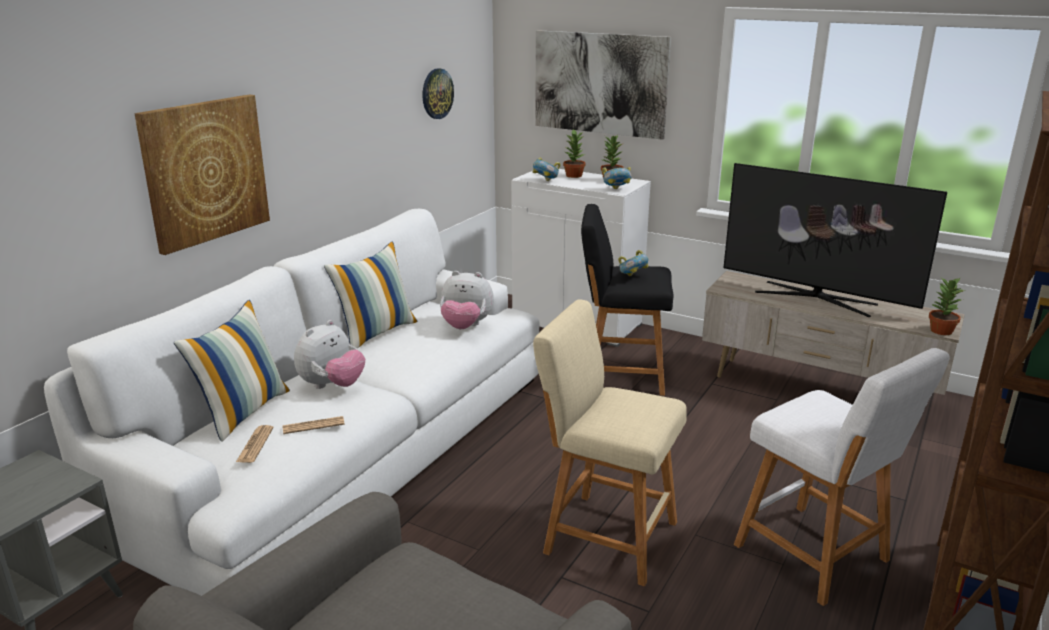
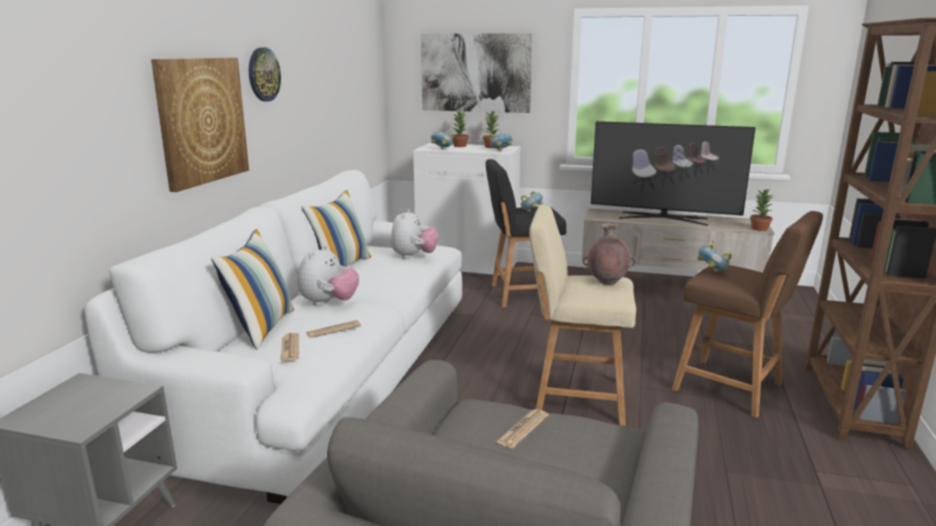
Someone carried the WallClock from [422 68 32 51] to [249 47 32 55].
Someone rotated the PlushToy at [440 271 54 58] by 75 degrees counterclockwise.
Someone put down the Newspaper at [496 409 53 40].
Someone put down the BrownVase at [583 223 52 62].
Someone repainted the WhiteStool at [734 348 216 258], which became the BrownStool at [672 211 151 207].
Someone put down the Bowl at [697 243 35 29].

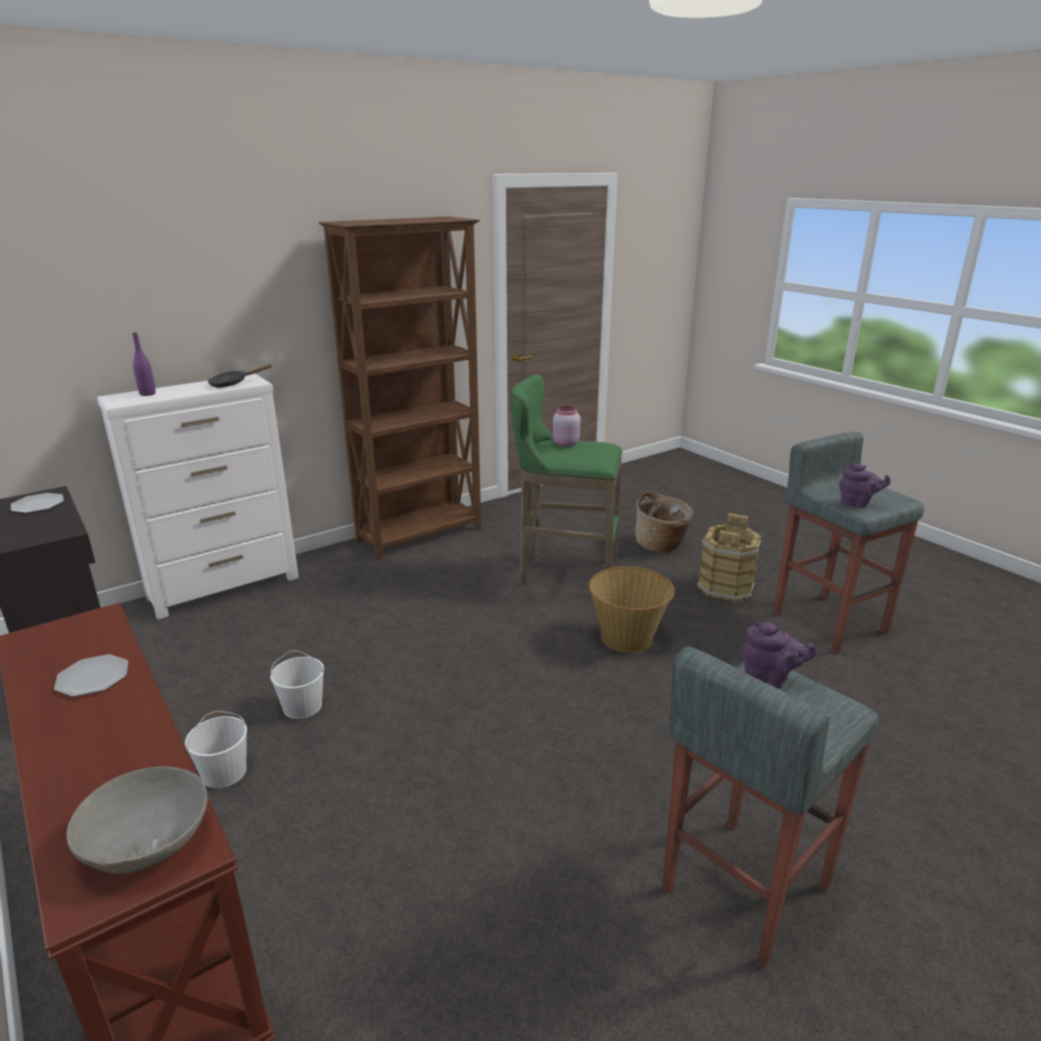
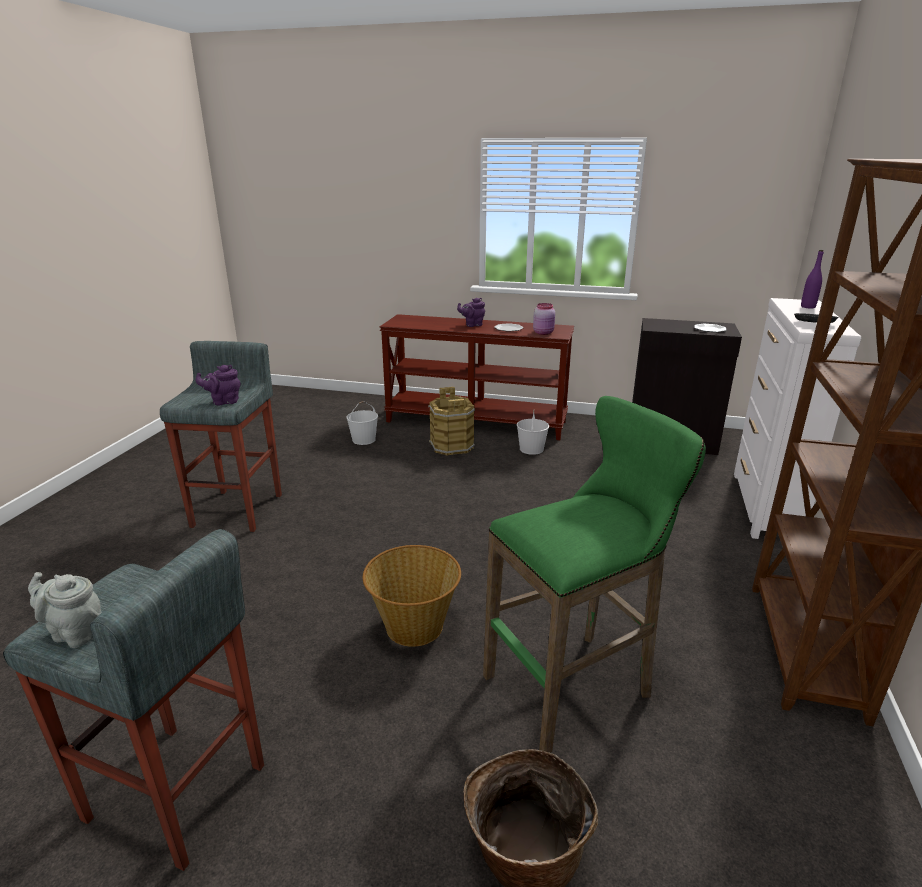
Someone put down the GreyTeapot at [28 572 74 76].
Someone carried the WhiteBucket from [270 650 54 69] to [346 401 32 44].
Someone carried the BrownBucket from [697 513 64 89] to [428 387 47 69].
Someone carried the PurpleTeapot from [839 463 52 45] to [457 298 28 29].
Someone carried the PinkJar from [553 406 28 41] to [533 303 22 32].
Someone took away the GreyBowl at [66 766 142 108].

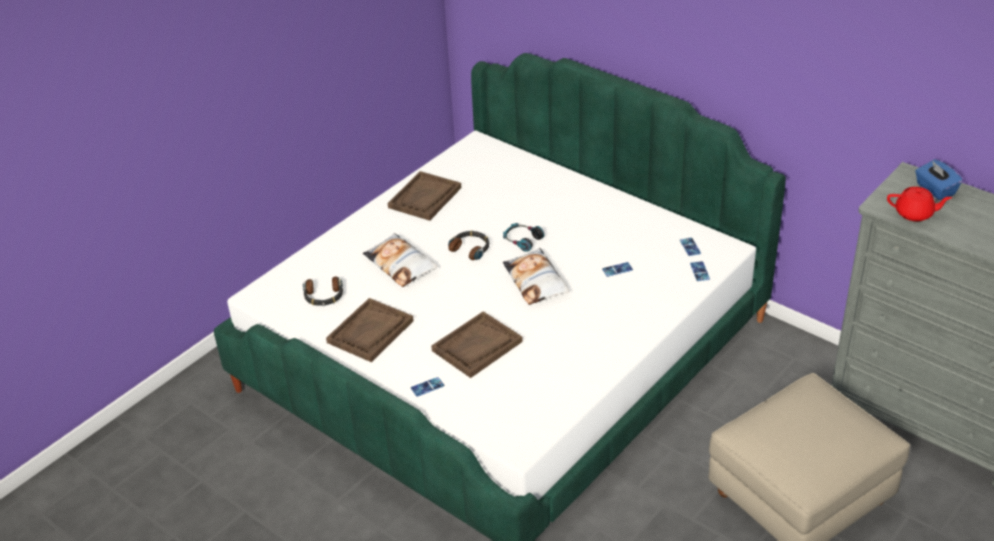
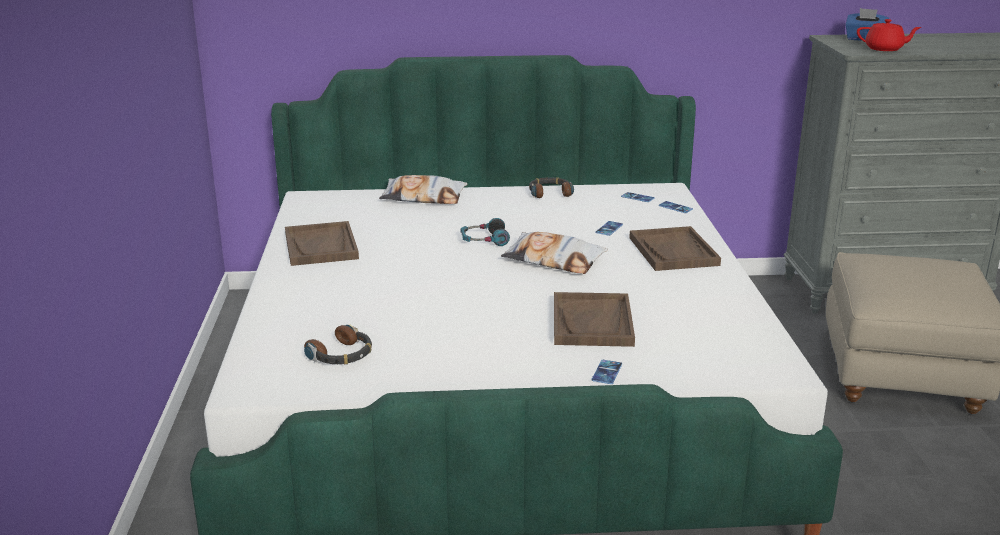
Someone carried the Pillow from [363 233 74 54] to [379 175 88 29].
Someone carried the Headphones from [448 231 42 29] to [529 177 45 21].
Someone carried the BrownTray from [326 298 88 64] to [629 226 92 45].
Someone rotated the RedTeapot at [887 187 65 34] by 45 degrees clockwise.

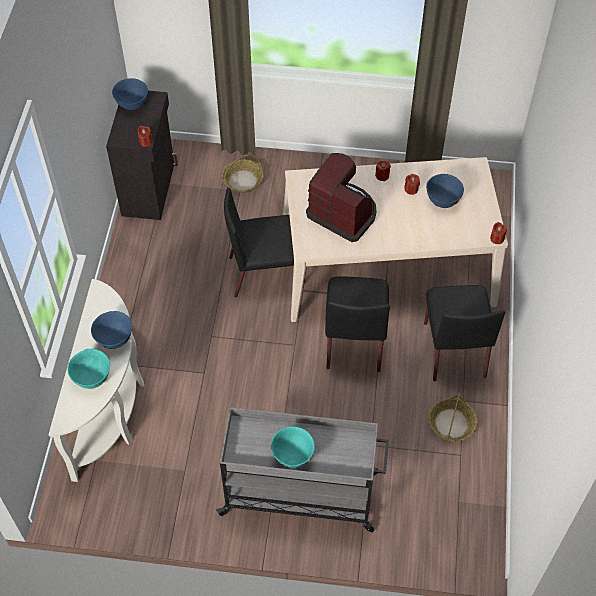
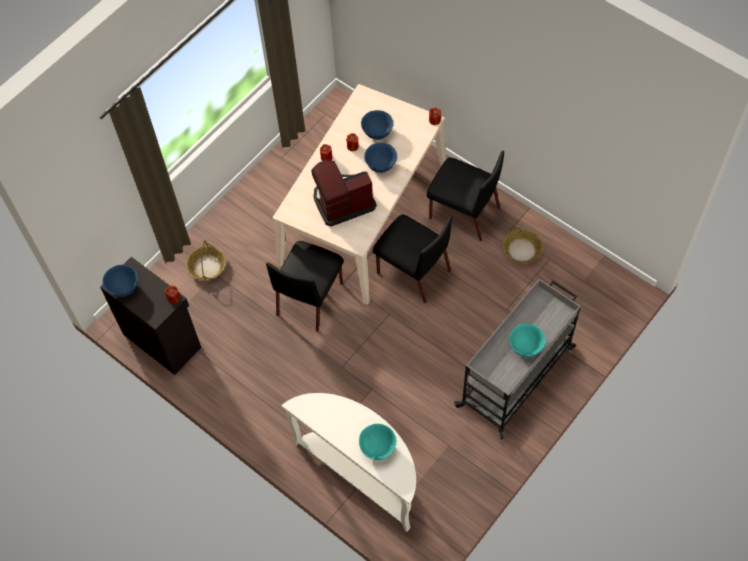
Someone carried the BlueBowl from [91 311 42 38] to [364 142 33 31].

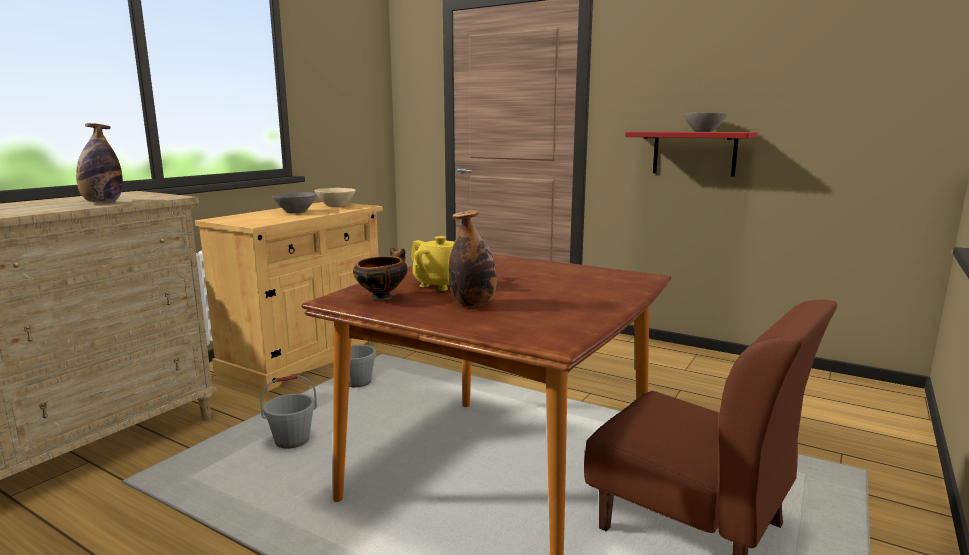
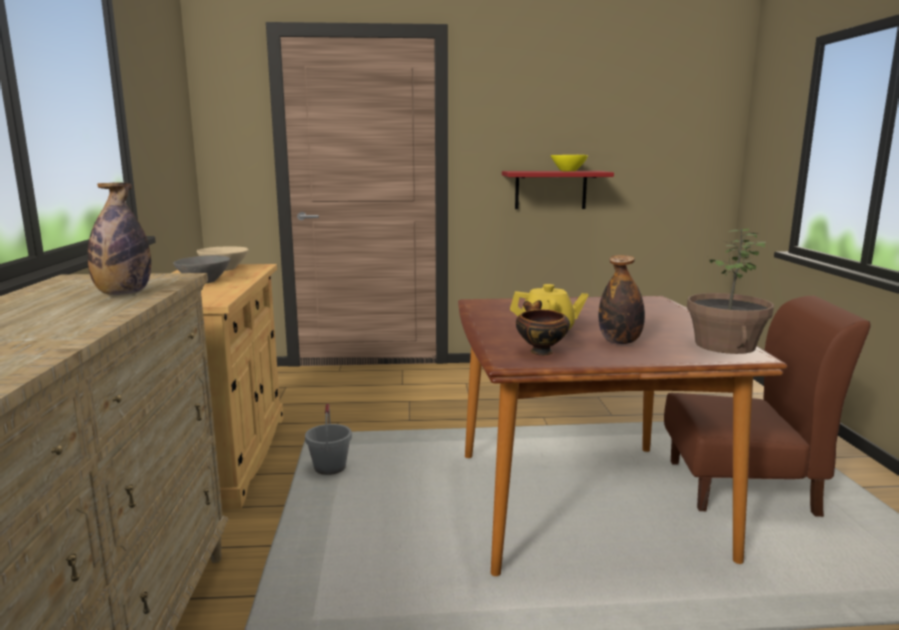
Someone repainted the GreyBowl at [683 112 45 20], which became the YellowBowl at [551 155 37 16].
Someone put down the PottedPlant at [687 227 87 127].
Someone took away the GreyBucket at [260 375 57 74].

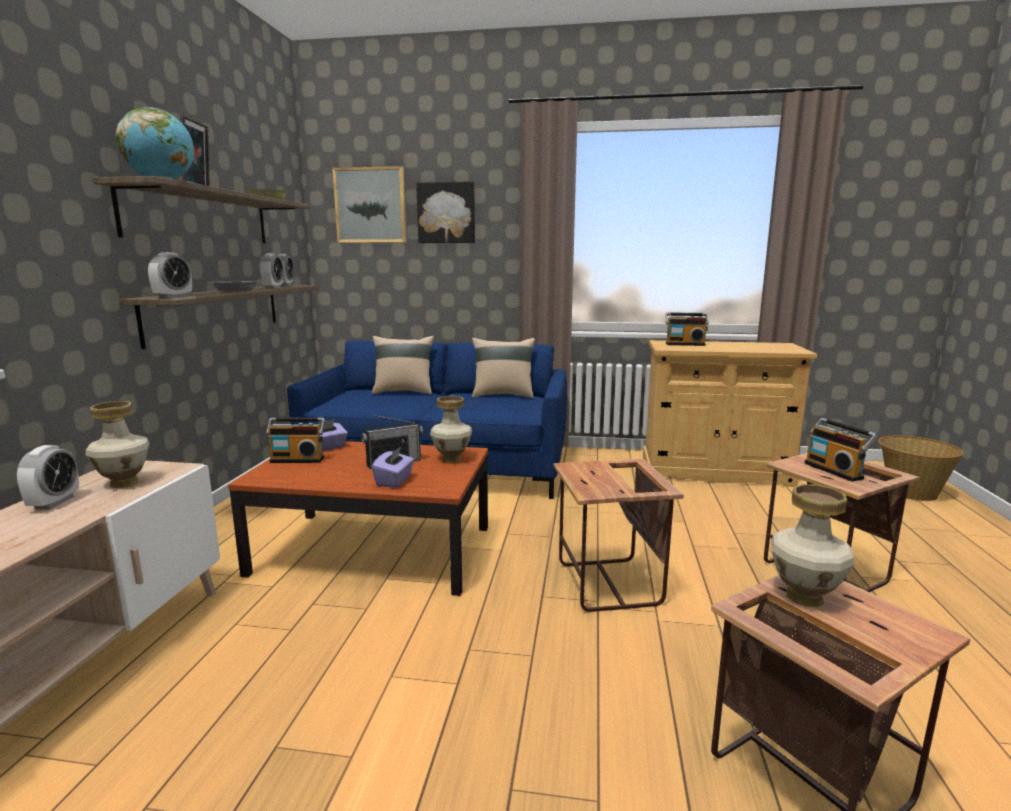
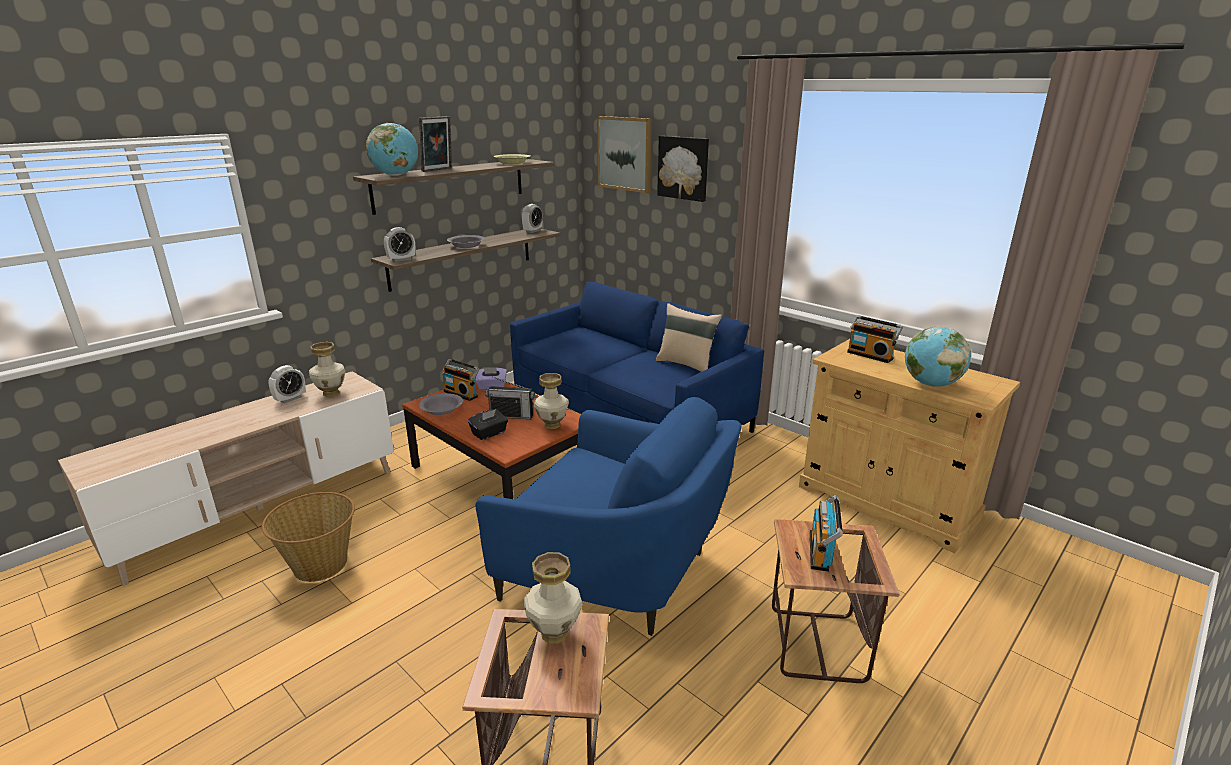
Someone carried the Basket from [878 435 86 66] to [262 492 93 90].
Someone put down the GreyBowl at [419 393 44 22].
Someone repainted the PurpleTissueBox at [372 446 42 42], which became the BlackTissueBox at [468 409 40 31].
Someone swapped the SideTable at [554 459 130 153] for the BlueArmchair at [476 397 265 239].
Someone put down the Globe at [905 327 66 60].
Someone took away the AlarmClock at [259 253 24 36].
Someone took away the BeigePillow at [372 336 62 58].

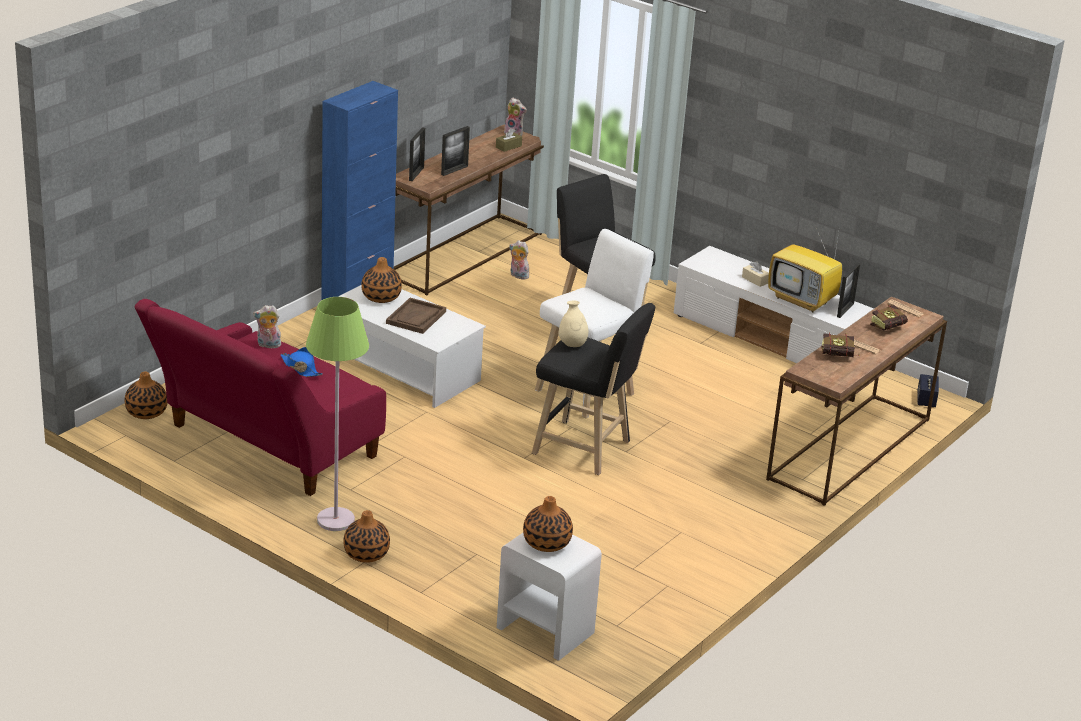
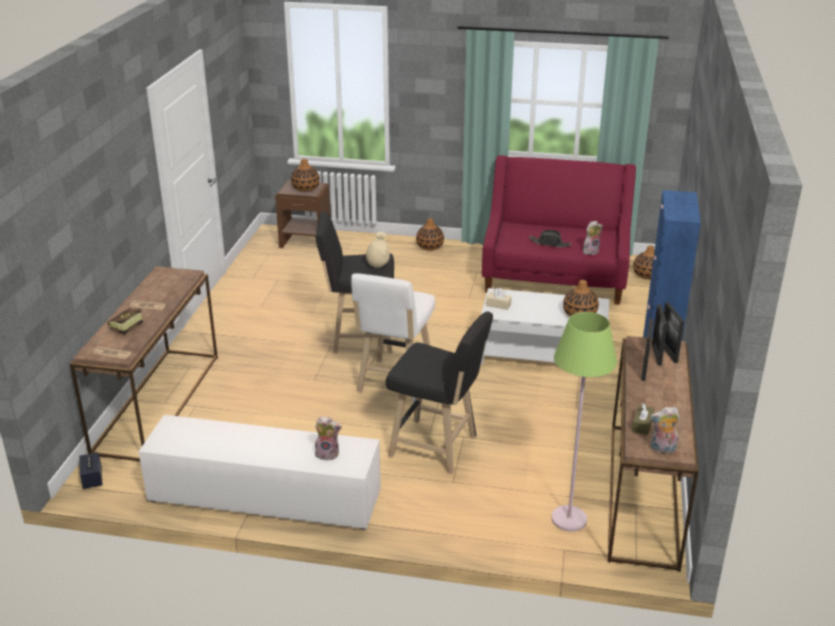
Someone repainted the WhiteNightstand at [497 533 105 128], which became the BrownNightstand at [275 180 56 68].
Someone carried the PlushToy from [509 240 23 39] to [315 416 27 44].
Someone carried the BeigeTissueBox from [742 261 27 26] to [486 288 26 22].
Someone repainted the BlueHat at [281 347 42 30], which became the BlackHat at [529 230 42 17].
Someone carried the GreenFloorLamp from [306 297 63 234] to [551 312 66 220].
Someone carried the PictureFrame from [837 263 23 55] to [652 304 16 62].
Someone took away the BrownTray at [386 298 60 36].
Someone took away the Television at [768 232 74 80].
Someone took away the Book at [822 332 38 25].

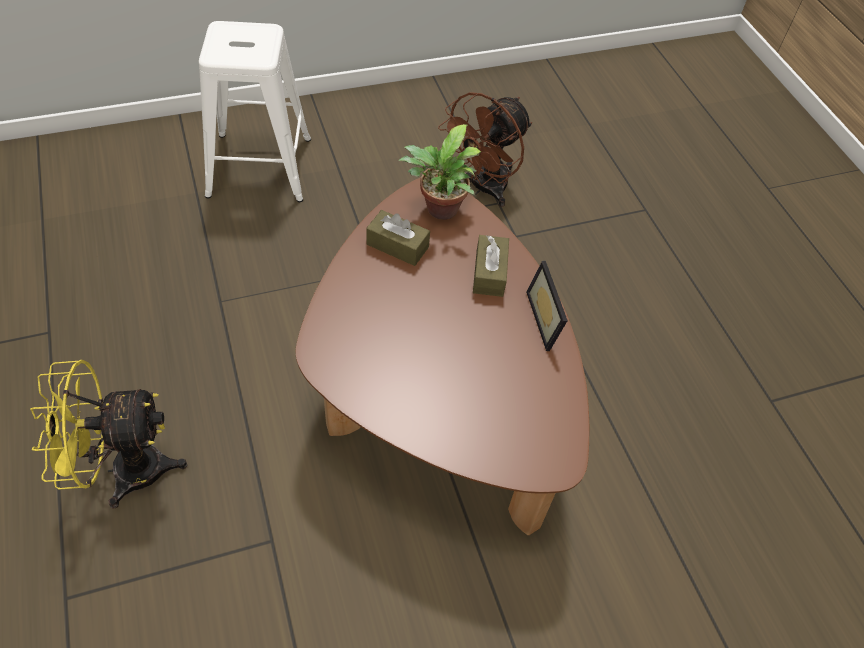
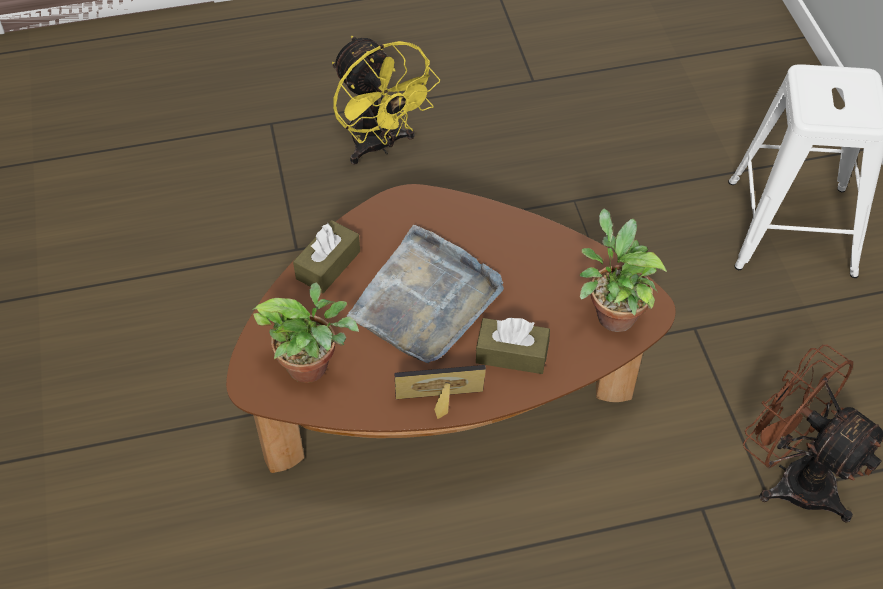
Someone put down the PottedPlant at [253 283 106 100].
Someone carried the BrownTissueBox from [366 210 64 56] to [293 220 67 73].
Someone rotated the YellowFan at [30 360 157 149] by 150 degrees clockwise.
Someone put down the GreyTray at [347 225 157 138].

